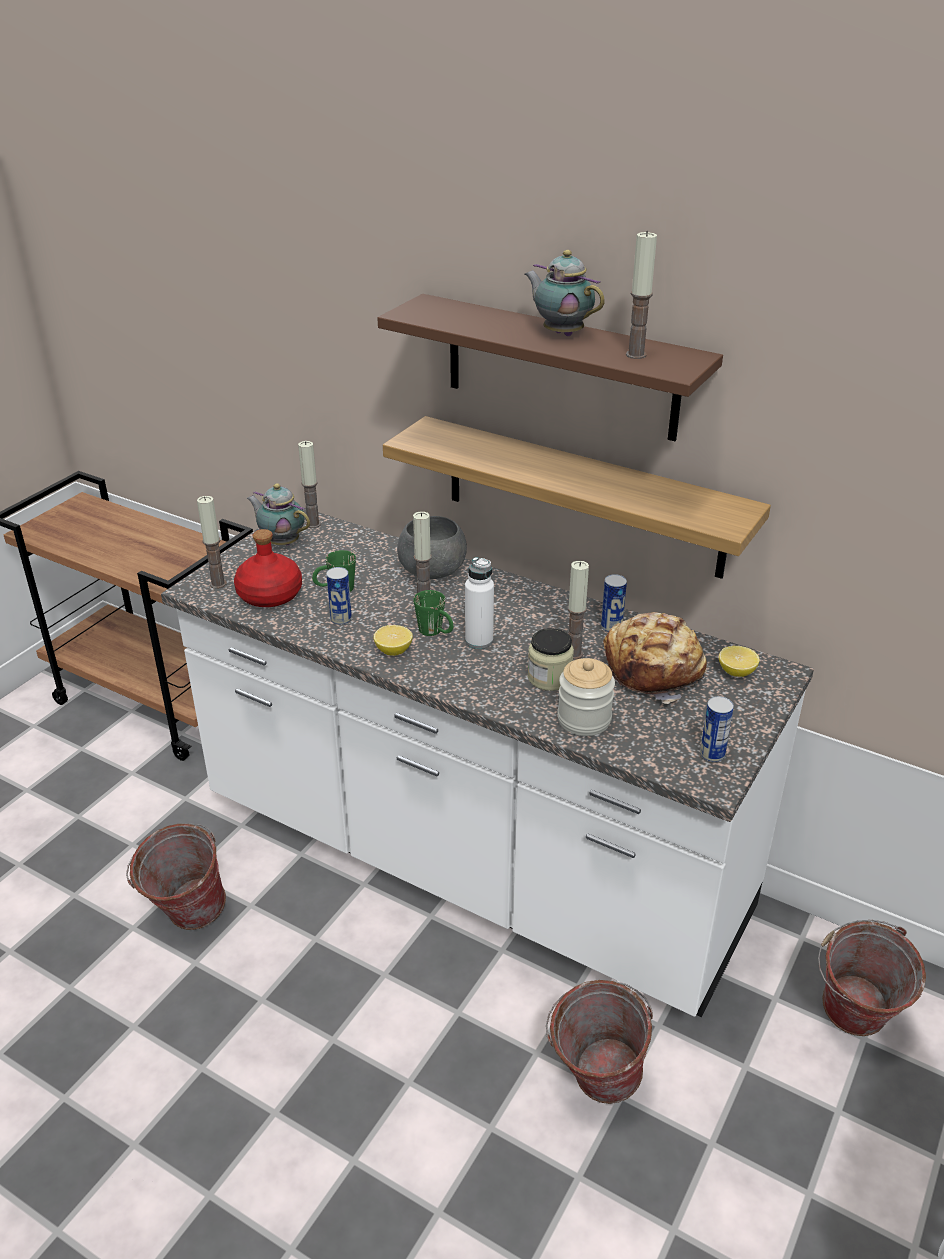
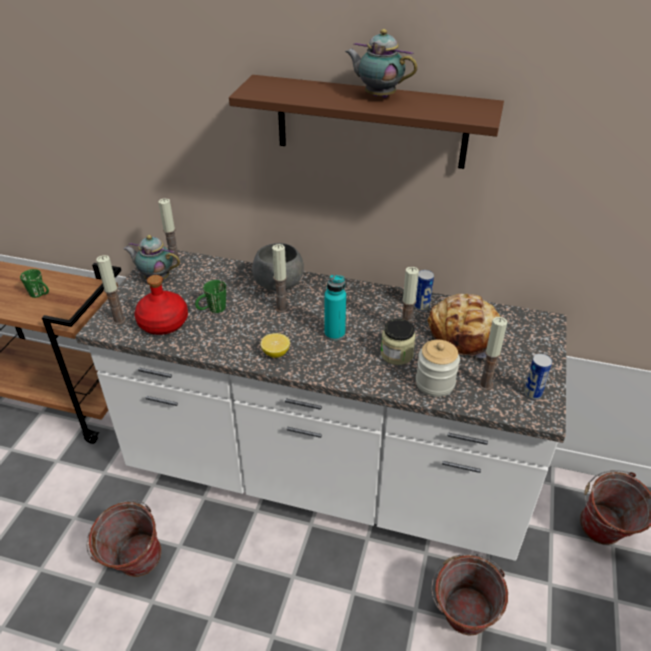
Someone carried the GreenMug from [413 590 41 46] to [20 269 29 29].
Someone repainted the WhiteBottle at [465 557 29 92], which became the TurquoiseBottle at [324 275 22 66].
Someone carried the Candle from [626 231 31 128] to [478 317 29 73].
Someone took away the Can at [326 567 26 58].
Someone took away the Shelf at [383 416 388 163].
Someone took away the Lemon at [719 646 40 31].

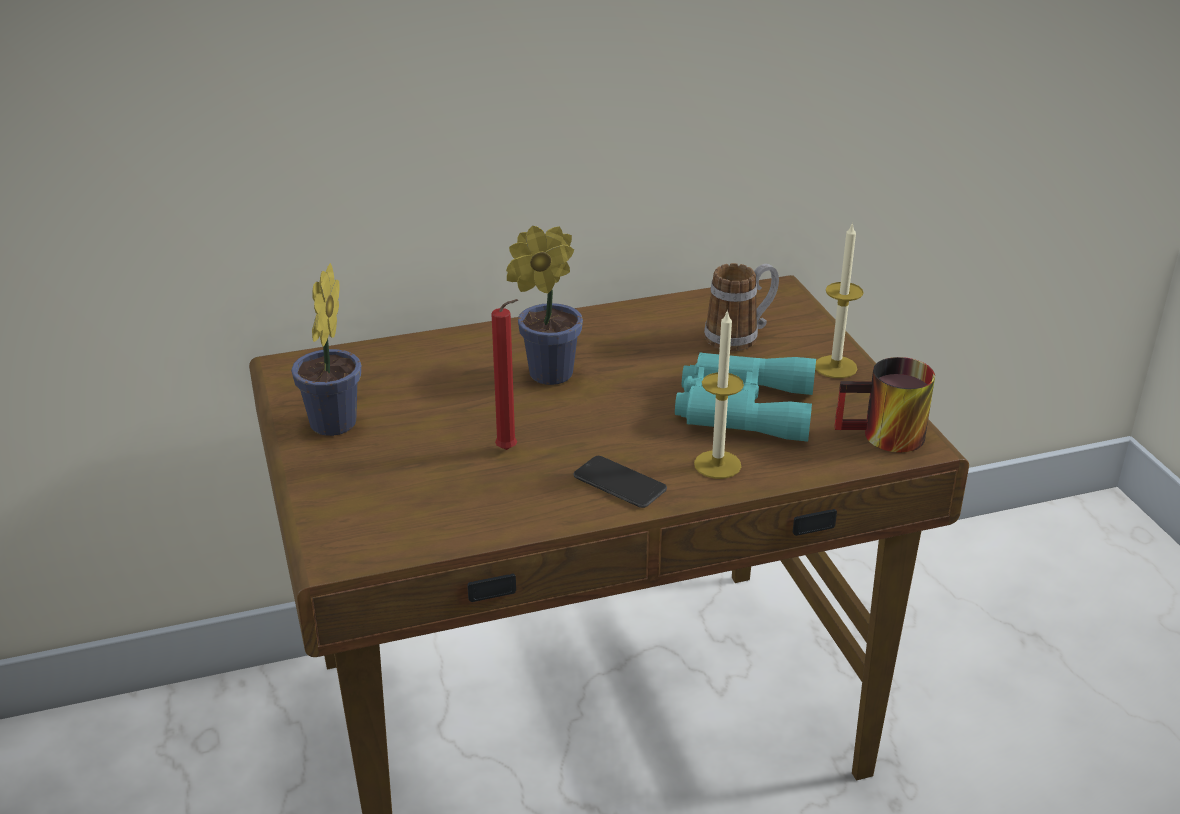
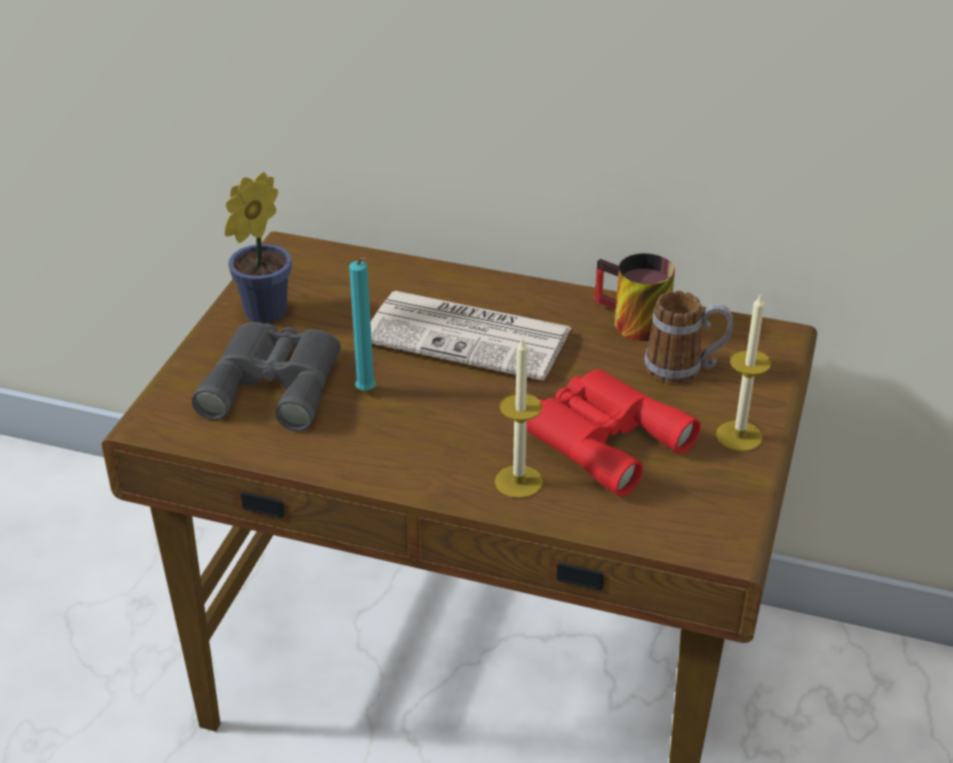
Someone put down the GreyBinoculars at [192 322 149 110].
Someone repainted the RedCandle at [491 299 27 151], which became the TurquoiseCandle at [349 257 27 134].
Someone swapped the PottedPlant at [506 226 77 159] for the Newspaper at [371 291 200 90].
Someone repainted the TurquoiseBinoculars at [675 353 141 89], which became the RedBinoculars at [526 369 175 128].
Someone carried the Mug from [834 357 101 96] to [594 253 81 88].
Someone took away the Phone at [573 456 94 52].

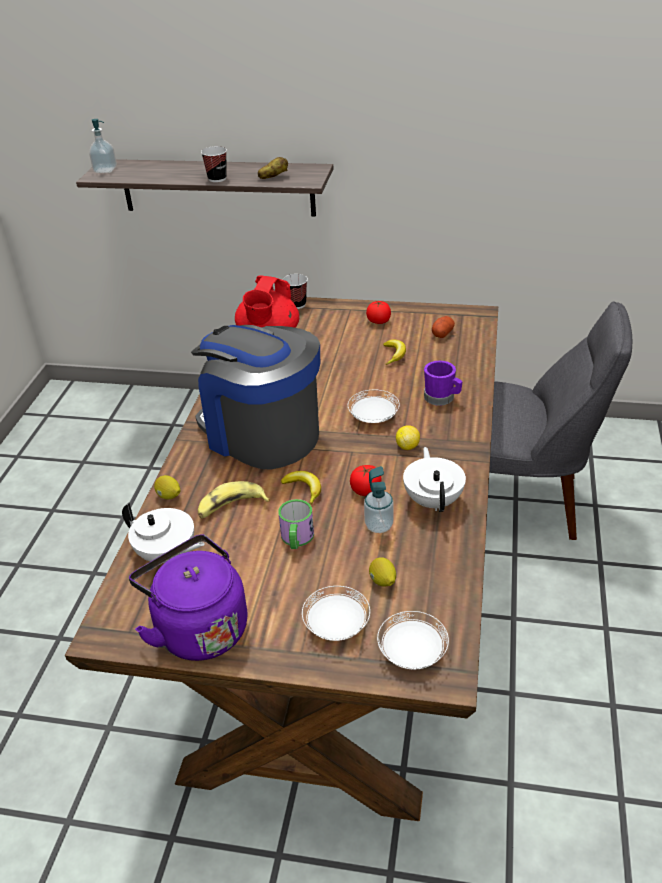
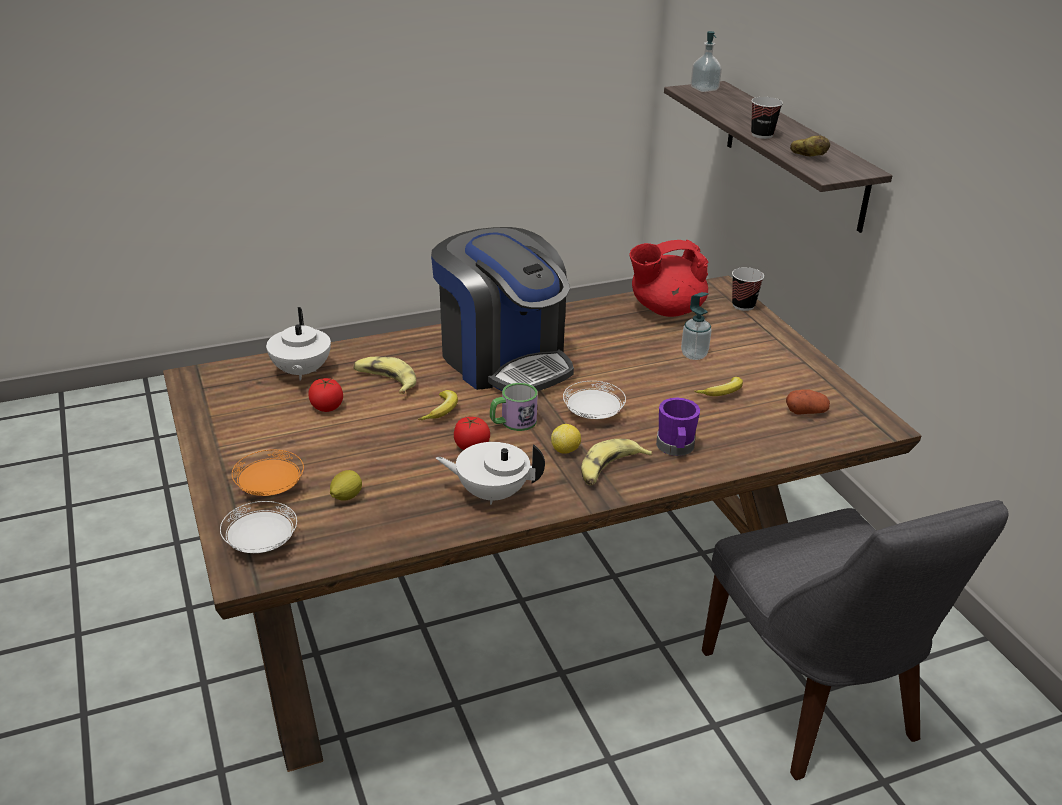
Someone repainted the WhitePlate at [302 586 68 55], which became the OrangePlate at [232 450 72 46].
Someone carried the Tomato from [366 301 25 23] to [308 378 35 34].
Someone rotated the CoffeeMachine at [191 325 129 144] by 135 degrees clockwise.
Someone rotated the WhiteTeapot at [403 447 63 65] by 135 degrees counterclockwise.
Someone carried the Mug from [278 499 36 50] to [490 383 48 48].
Someone put down the Banana at [581 439 71 46].
Someone carried the SoapDispenser from [364 466 29 67] to [681 292 31 68].
Someone took away the PurpleKettle at [129 534 119 127].
Someone took away the Lemon at [154 475 27 24].

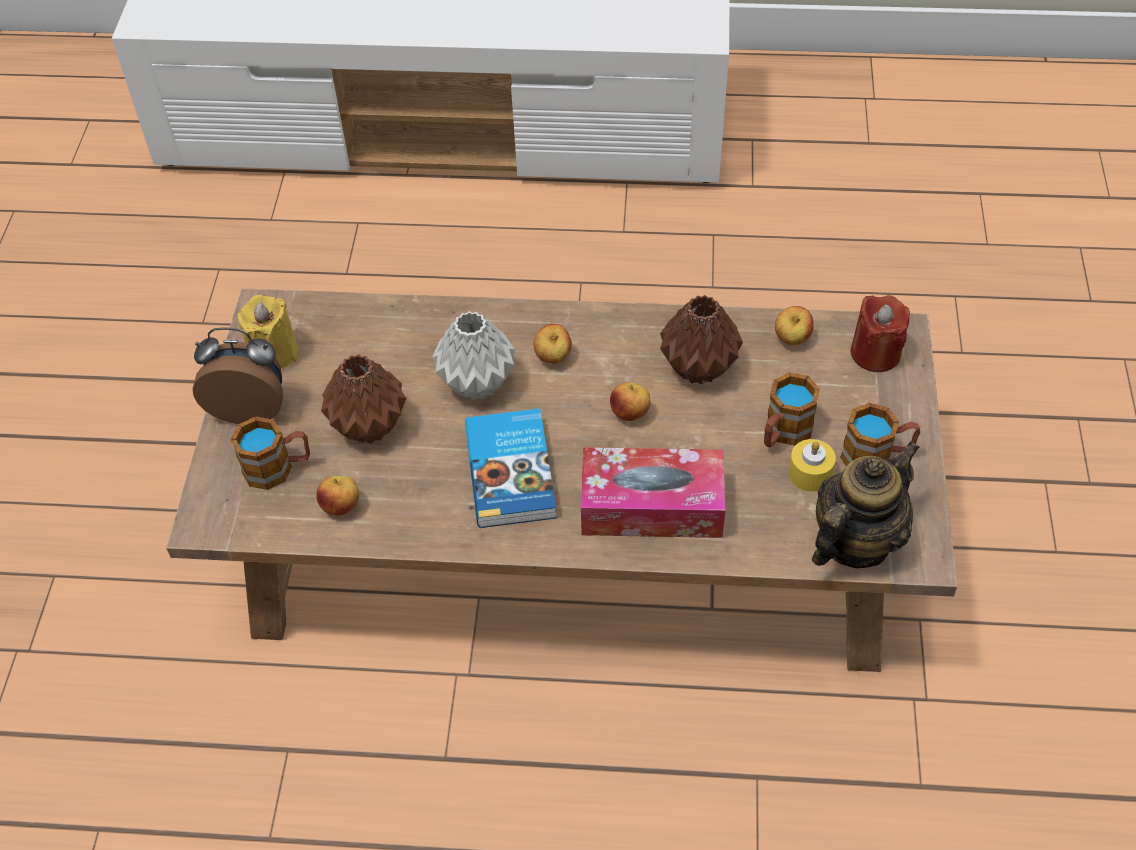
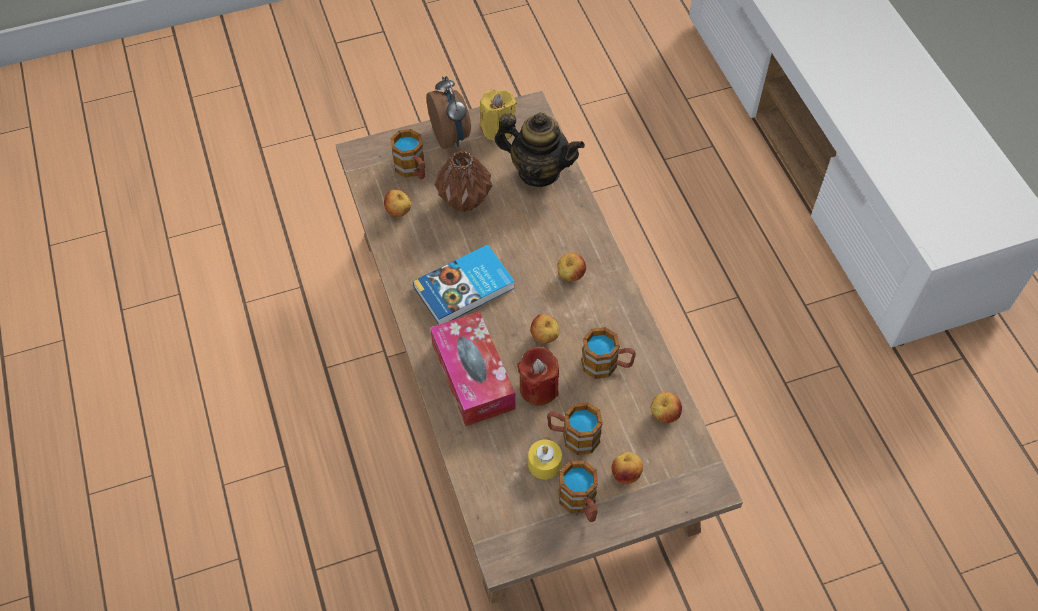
Someone carried the Teapot from [812 441 108 127] to [494 112 91 75].
Someone carried the RedCandle from [851 295 59 77] to [517 347 42 58].
Someone swapped the BrownVase at [660 295 83 90] for the Mug at [581 327 55 52].
Someone put down the Apple at [611 452 32 32].
Someone took away the GreyVase at [432 311 83 89].

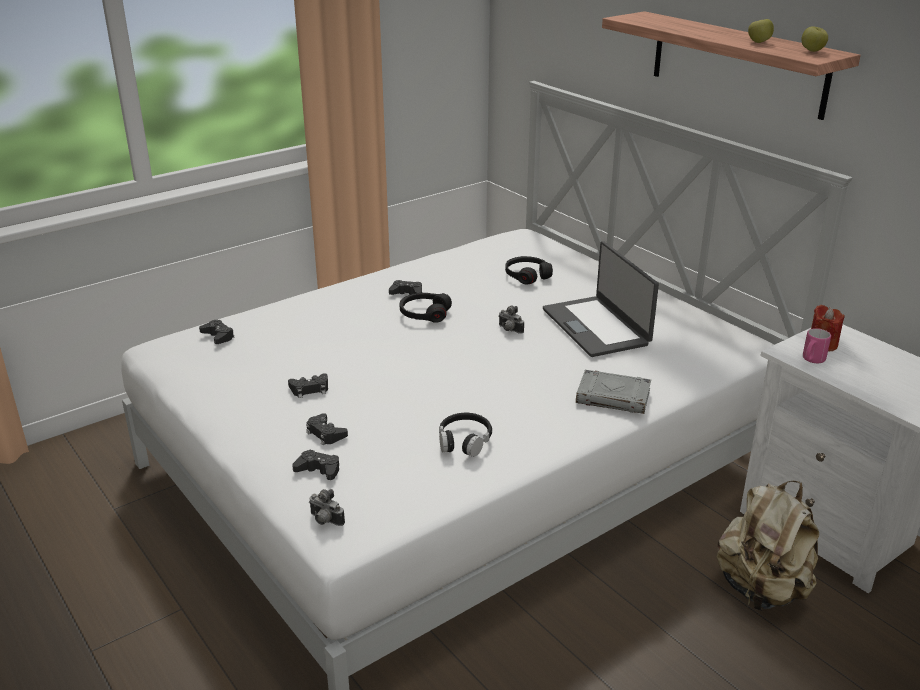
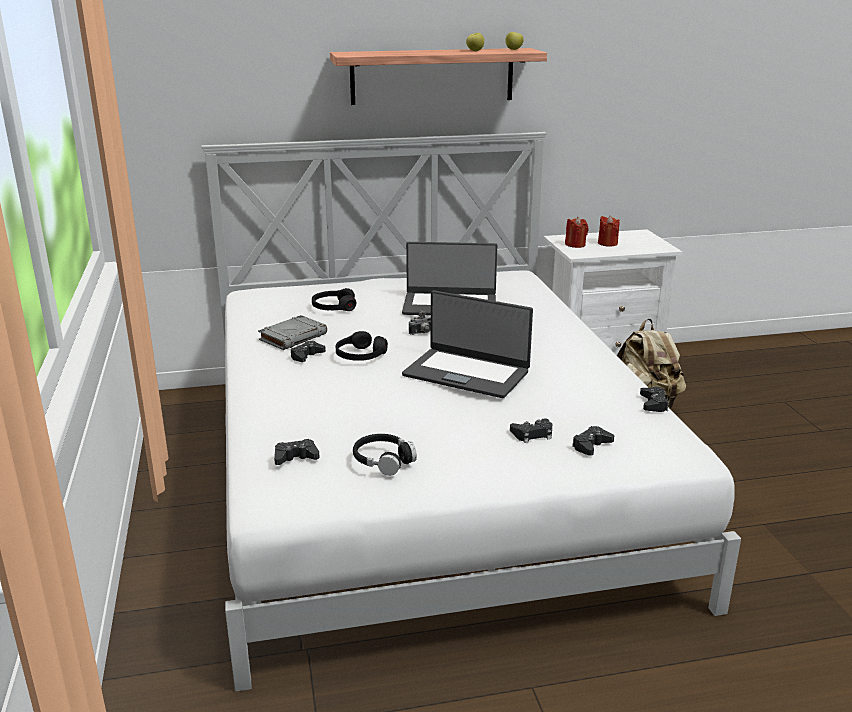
Someone carried the GreyBook from [576 370 75 44] to [258 315 69 35].
Someone carried the BlackHeadphones from [439 413 53 44] to [353 434 64 42].
Someone put down the Laptop at [402 290 131 108].
Someone put down the RedCandle at [598 215 22 32].
Someone carried the BlackGameController from [288 373 40 25] to [640 387 29 25].
Someone took away the PhotoCamera at [309 489 36 37].
Someone took away the PinkMug at [803 328 28 35].

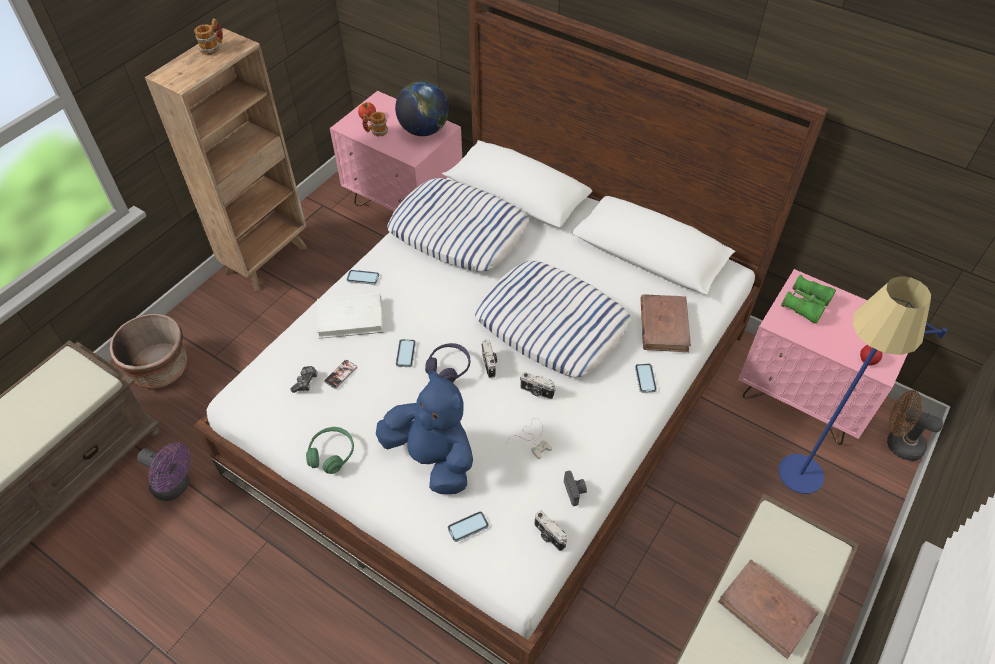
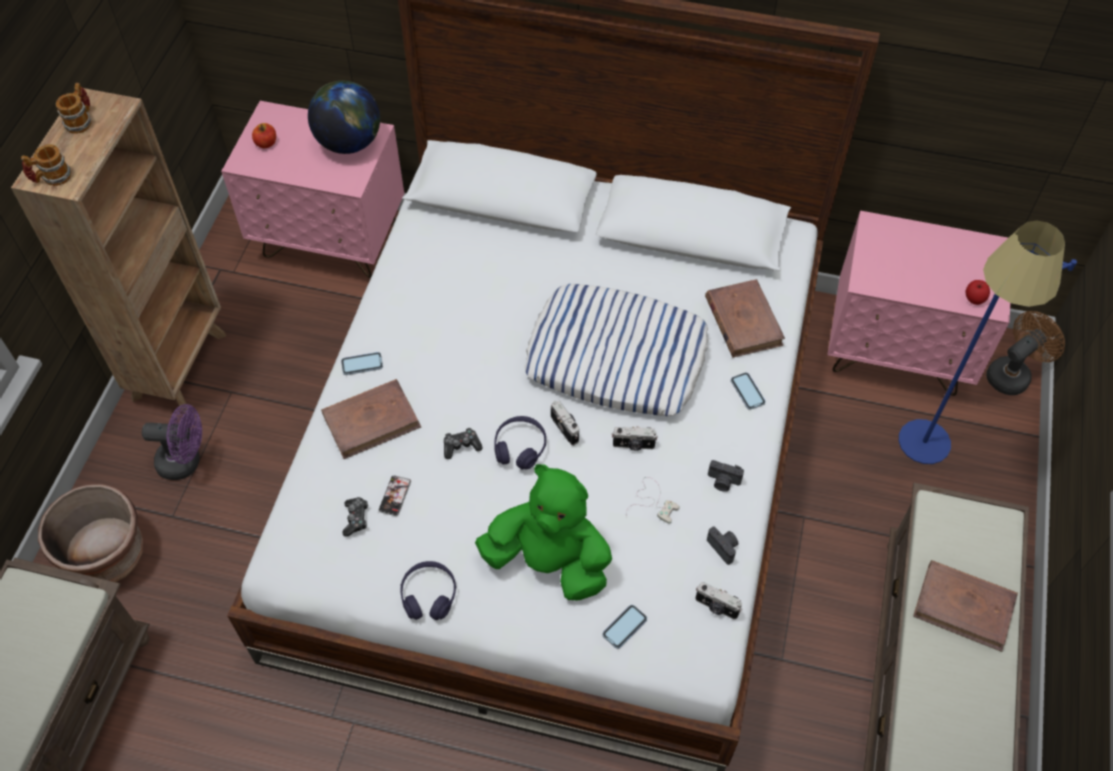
Someone carried the Mug from [362 112 26 24] to [21 144 50 42].
Someone carried the PurpleFan from [137 442 53 59] to [142 404 60 76].
Someone repainted the WhiteBook at [317 293 67 46], which became the BrownBook at [321 379 100 80].
Someone repainted the GreenHeadphones at [306 427 48 47], which became the PurpleHeadphones at [401 561 55 59].
Someone swapped the Phone at [396 339 20 28] for the GameController at [444 428 39 31].
Someone repainted the BluePlushToy at [376 370 97 124], which became the GreenPlushToy at [475 464 137 136].
Someone put down the PhotoCamera at [708 460 36 32].
Someone rotated the BrownFan at [887 390 56 71] by 135 degrees clockwise.
Someone took away the Pillow at [387 178 142 94].
Someone took away the GreenBinoculars at [781 275 55 49].

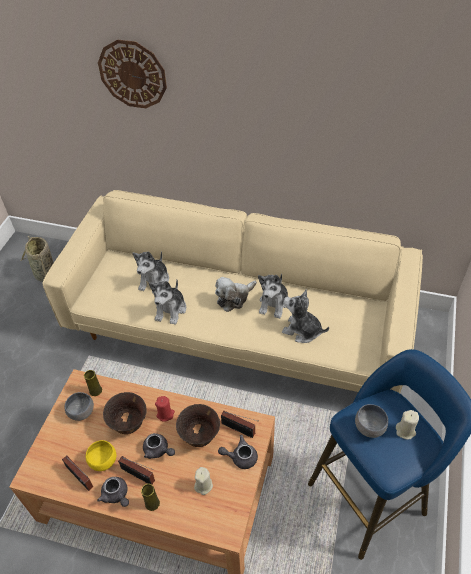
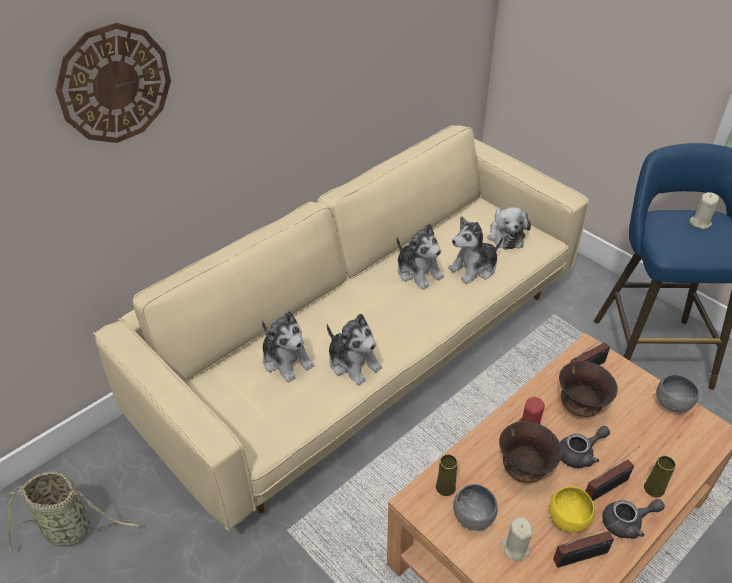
Someone carried the PlushToy from [215 277 42 35] to [487 207 44 43].
Someone carried the BeigeCandle from [194 467 19 28] to [501 517 32 44].
Someone carried the GreyBowl from [355 404 33 34] to [656 375 43 38].
Someone took away the GreyTeapot at [218 435 40 34].

